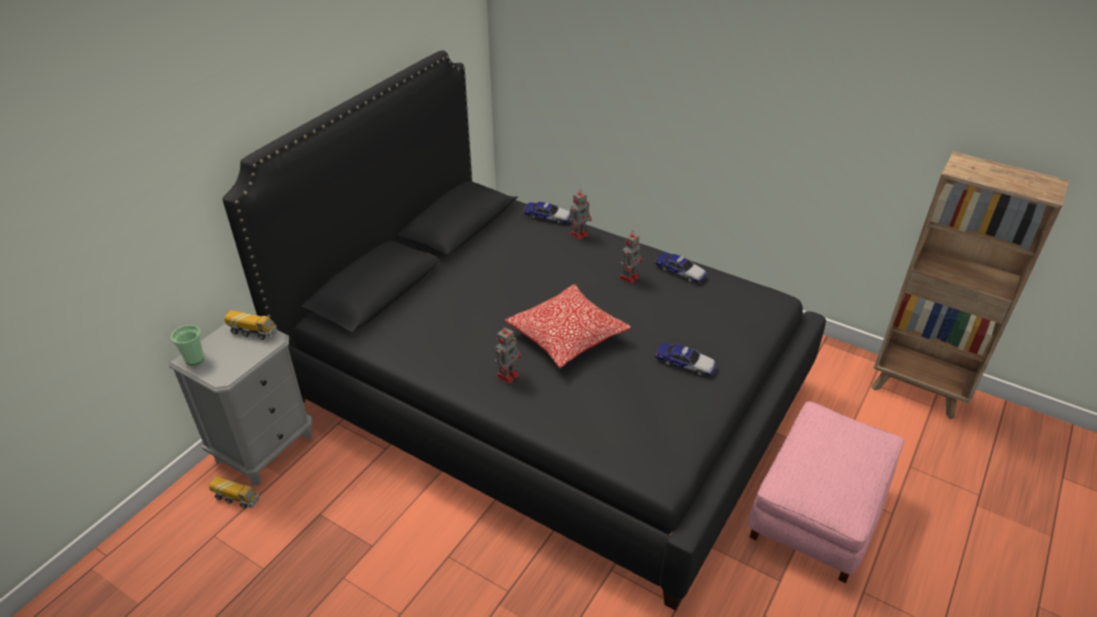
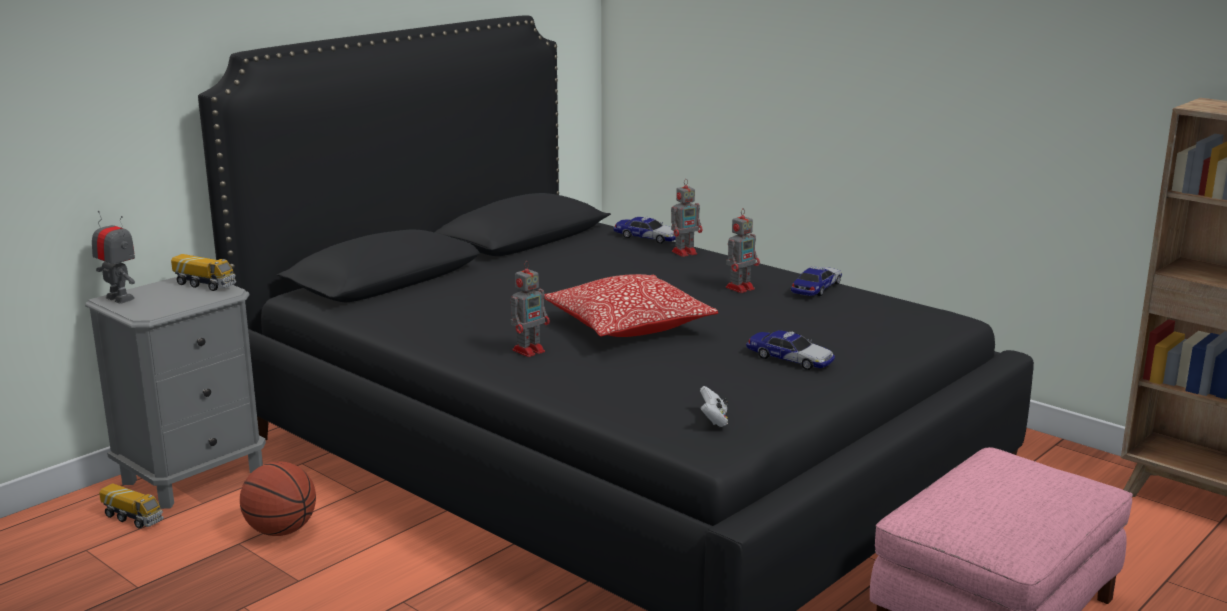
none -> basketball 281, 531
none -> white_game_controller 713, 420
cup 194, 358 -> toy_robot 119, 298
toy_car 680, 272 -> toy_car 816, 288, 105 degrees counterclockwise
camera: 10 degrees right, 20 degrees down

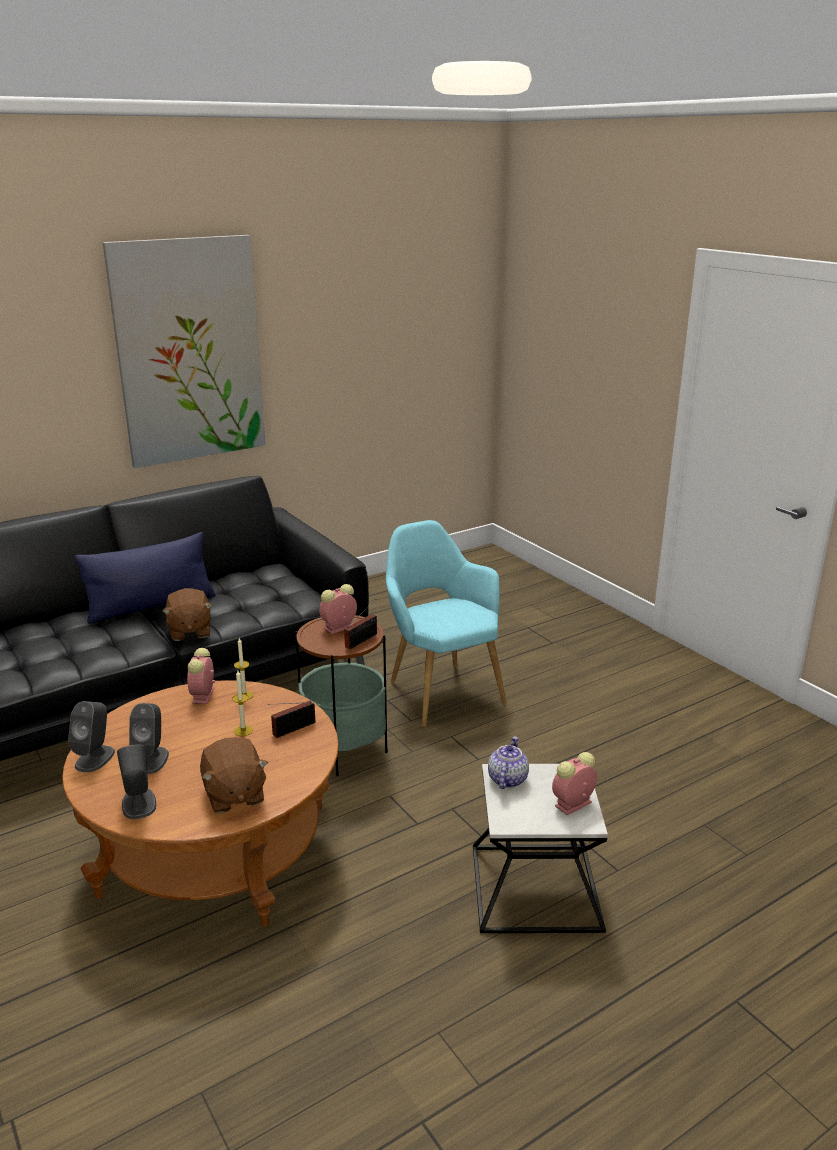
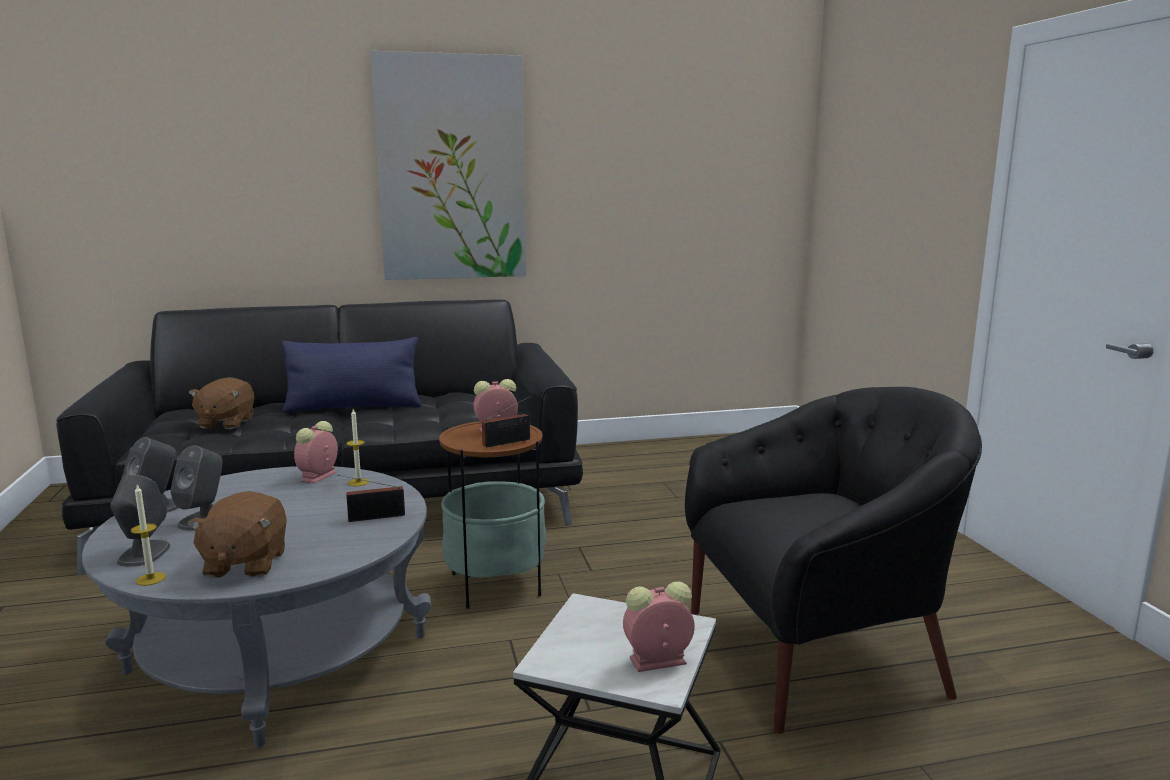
turquoise_armchair 440, 690 -> none
teapot 507, 779 -> none
none -> black_armchair 816, 652
brown_plush_toy 189, 631 -> brown_plush_toy 225, 423, move
candle 243, 731 -> candle 151, 579, move
brown_coffee_table 215, 850 -> grey_coffee_table 280, 654
camera: 20 degrees right, 10 degrees down

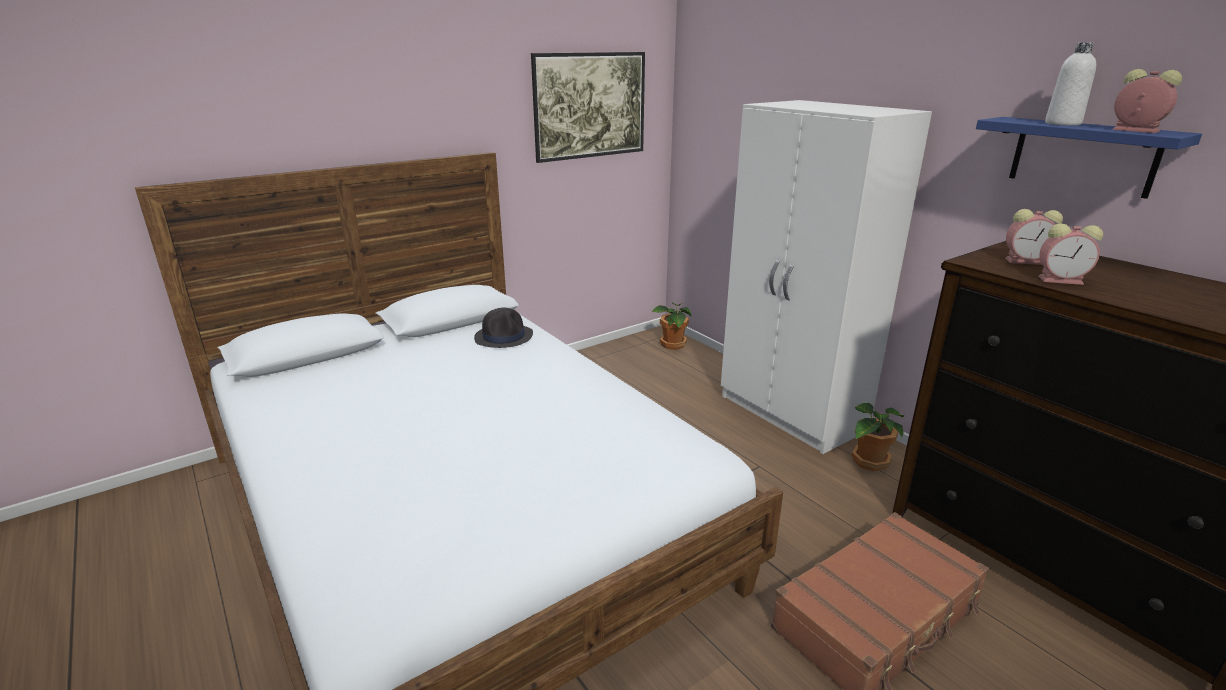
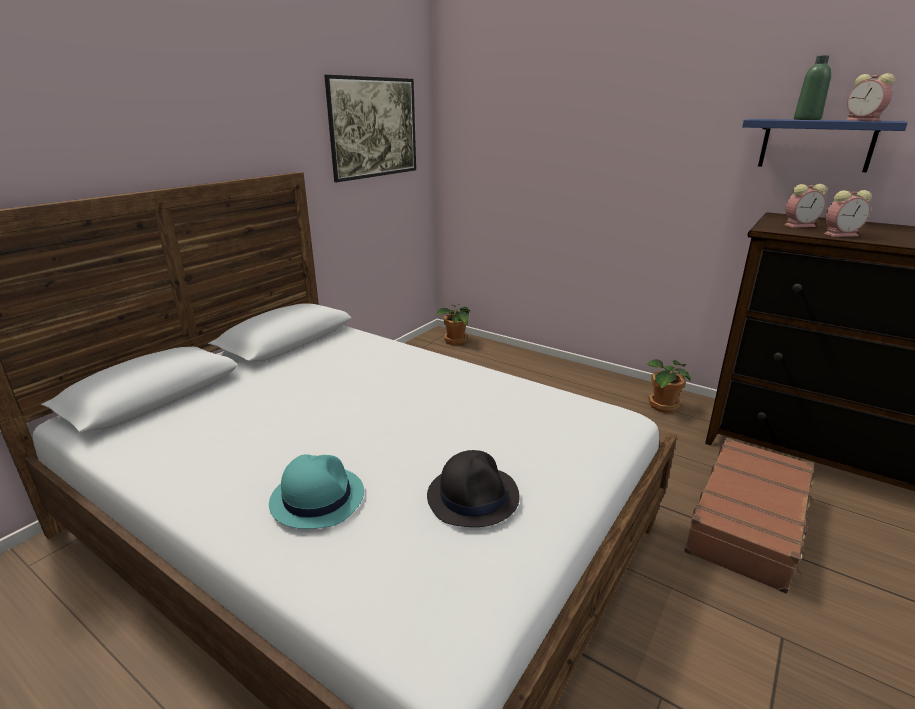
white_wardrobe 792, 414 -> none
none -> turquoise_hat 317, 497
black_hat 504, 337 -> black_hat 473, 496, move
white_bottle 1062, 123 -> green_bottle 807, 119
alarm_clock 1133, 130 -> alarm_clock 864, 120, 150 degrees counterclockwise
camera: 20 degrees left, 0 degrees up

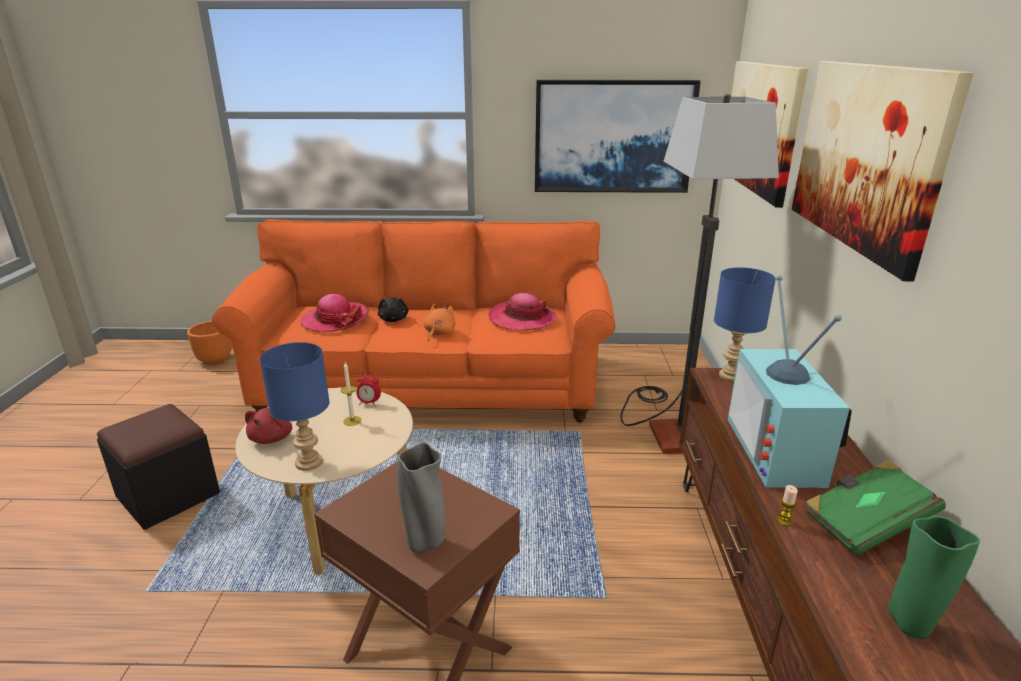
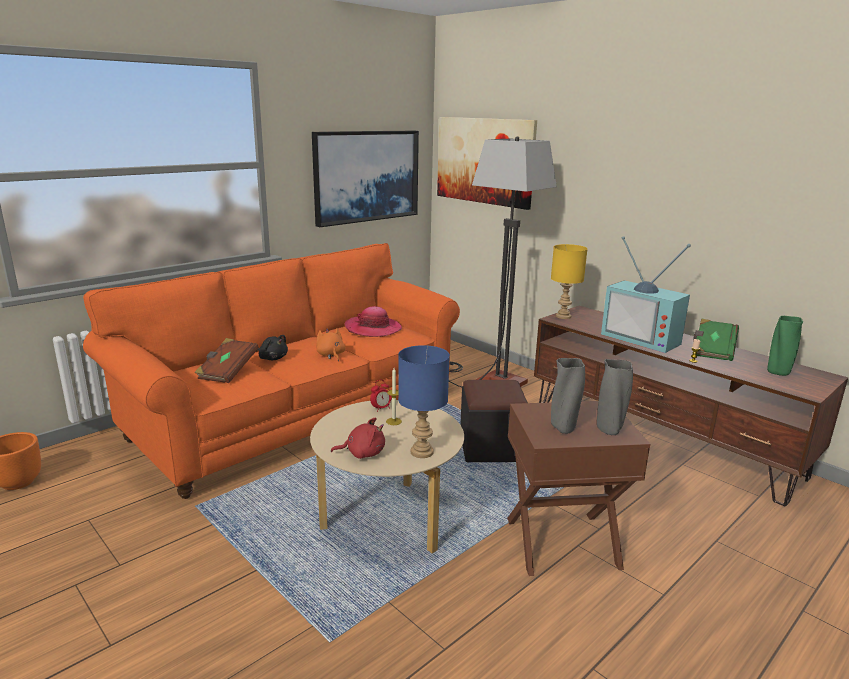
picture 866, 157 -> none
none -> grey_vase 563, 428
black_ottoman 168, 495 -> black_ottoman 491, 447, move
hat 335, 319 -> brown_book 227, 371
blue_table_lamp 731, 376 -> yellow_table_lamp 563, 316
red_plush_toy 272, 438 -> red_plush_toy 362, 453, 60 degrees counterclockwise
camera: 45 degrees left, 5 degrees down

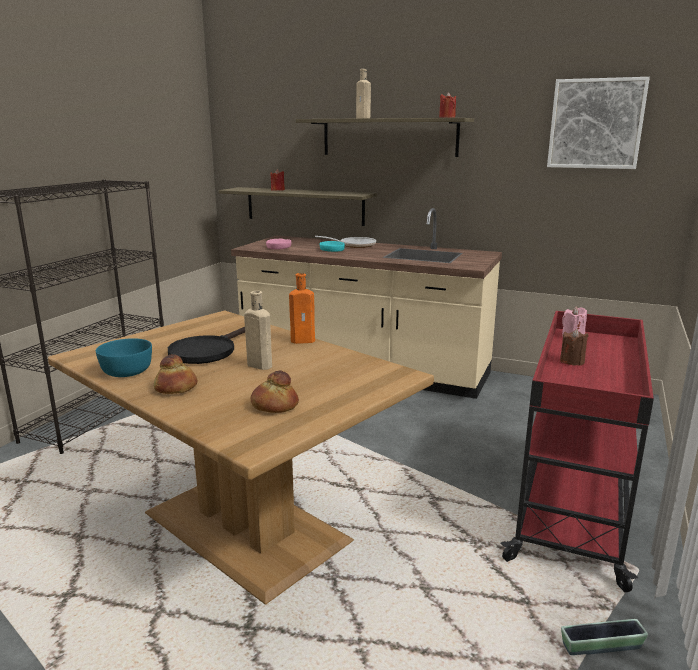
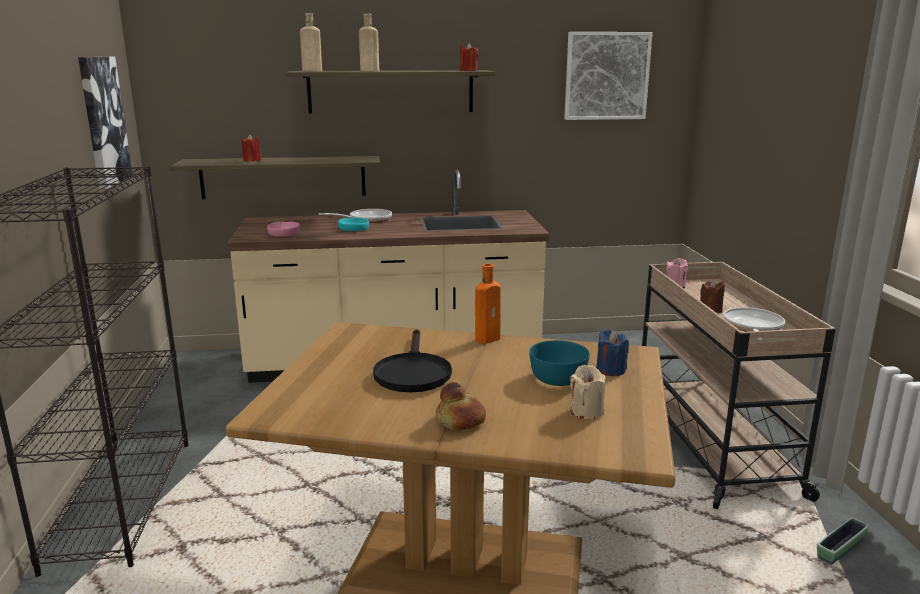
none -> picture 103, 121
none -> blue_candle 610, 370
none -> frying_pan 752, 327
turquoise_bowl 128, 371 -> turquoise_bowl 558, 378, move
beige_bottle 258, 365 -> beige_bottle 310, 71, move
bread 274, 405 -> beige_candle 586, 411
red_cart 572, 503 -> beige_cart 709, 442
camera: 30 degrees left, 0 degrees up

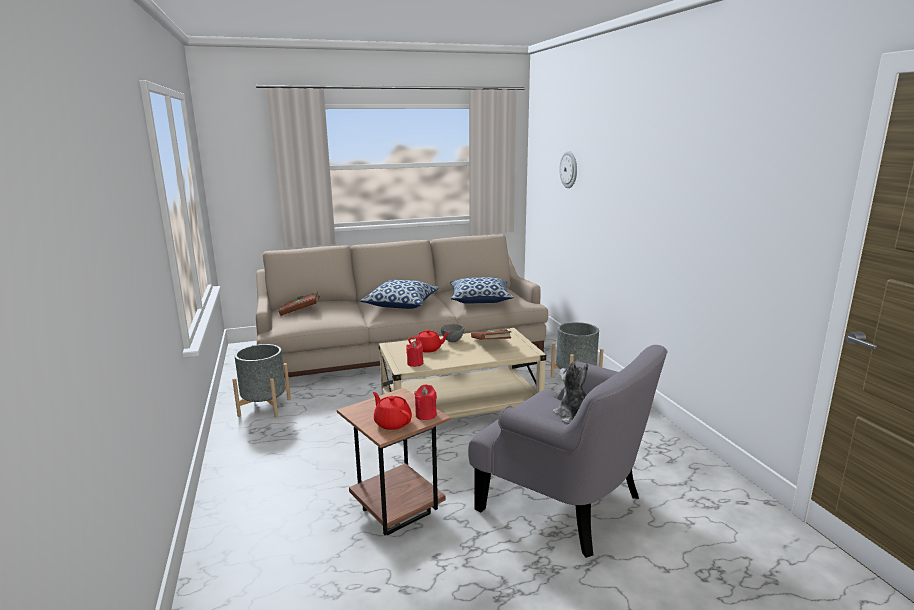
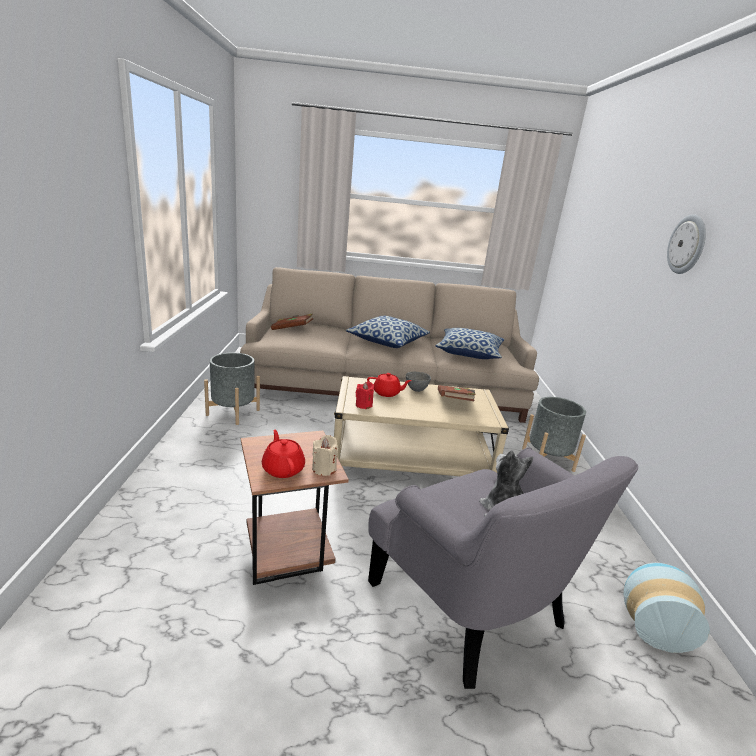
none -> vase 652, 625
wall_clock 569, 169 -> wall_clock 687, 244, move
red_candle 426, 415 -> beige_candle 324, 469
camera: 15 degrees right, 5 degrees up

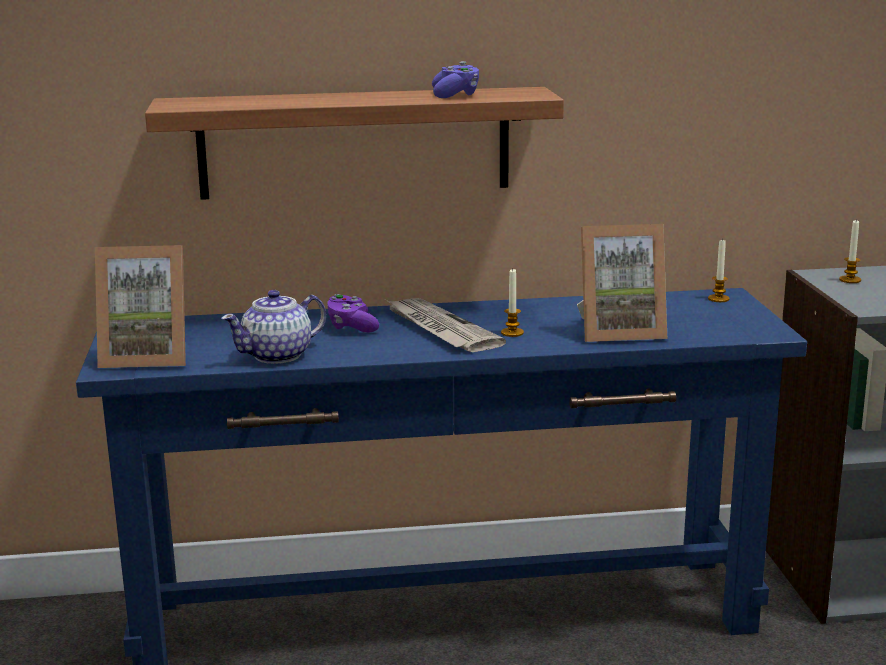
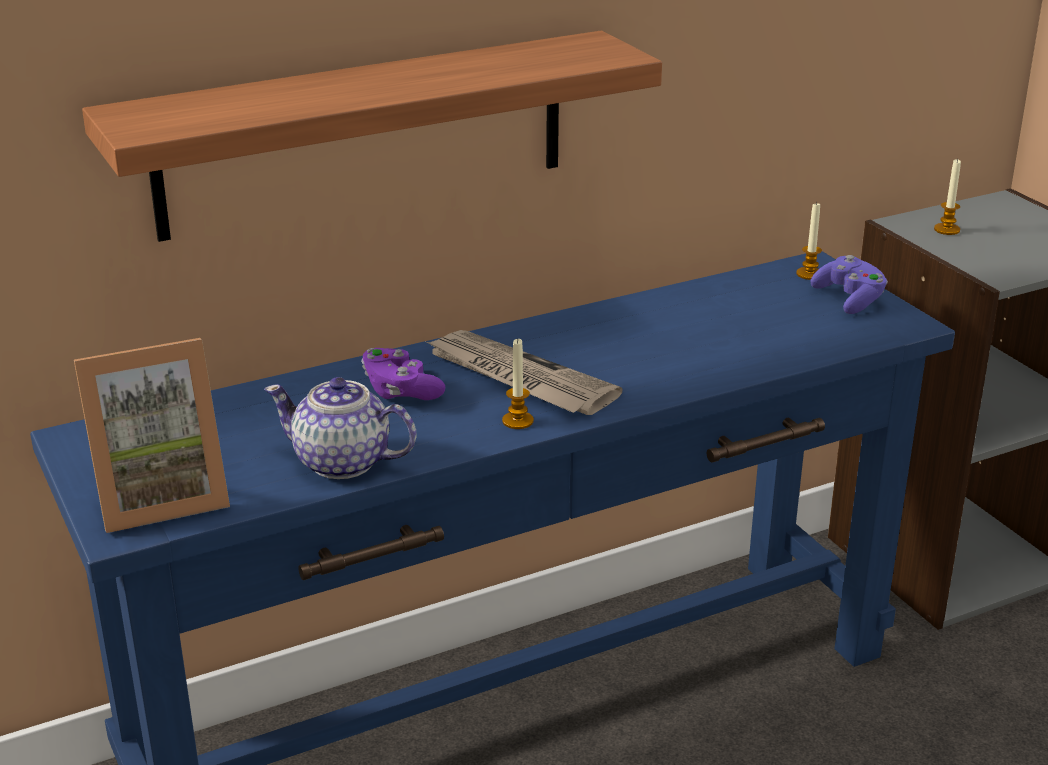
picture_frame 619, 331 -> none
purple_game_controller 455, 95 -> purple_game_controller 849, 299, move
candle 512, 333 -> candle 517, 421, move
teapot 278, 355 -> teapot 343, 462, 75 degrees clockwise
camera: 20 degrees left, 10 degrees up

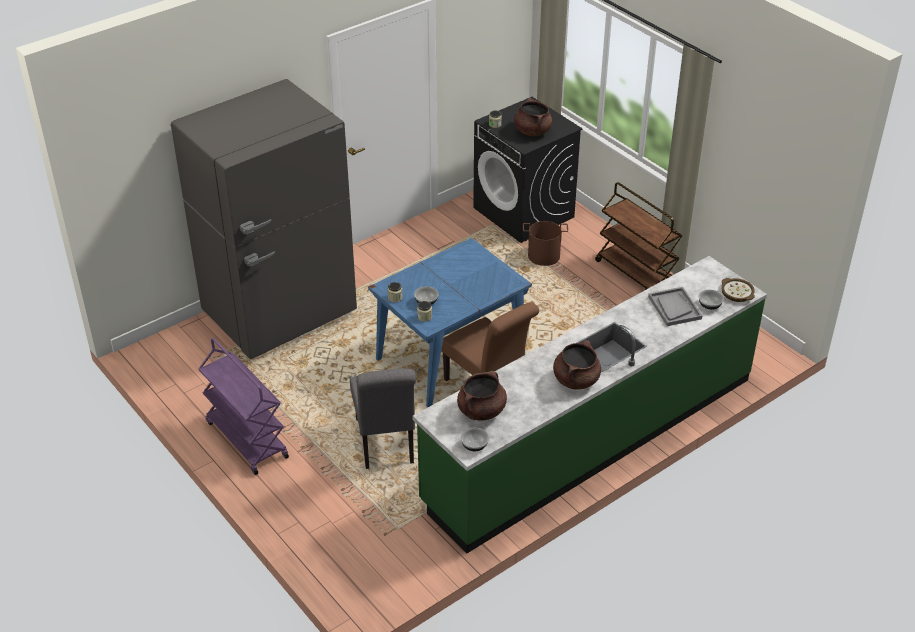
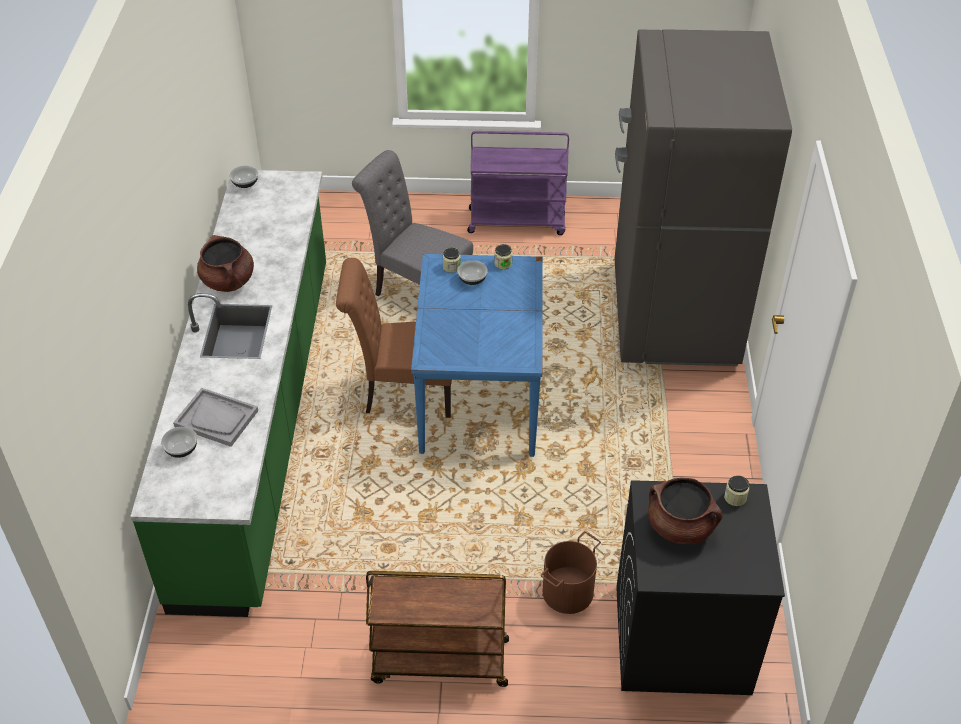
brown_cooking_pot 481, 411 -> none
bowl 736, 293 -> none
camera: 130 degrees right, 5 degrees up

